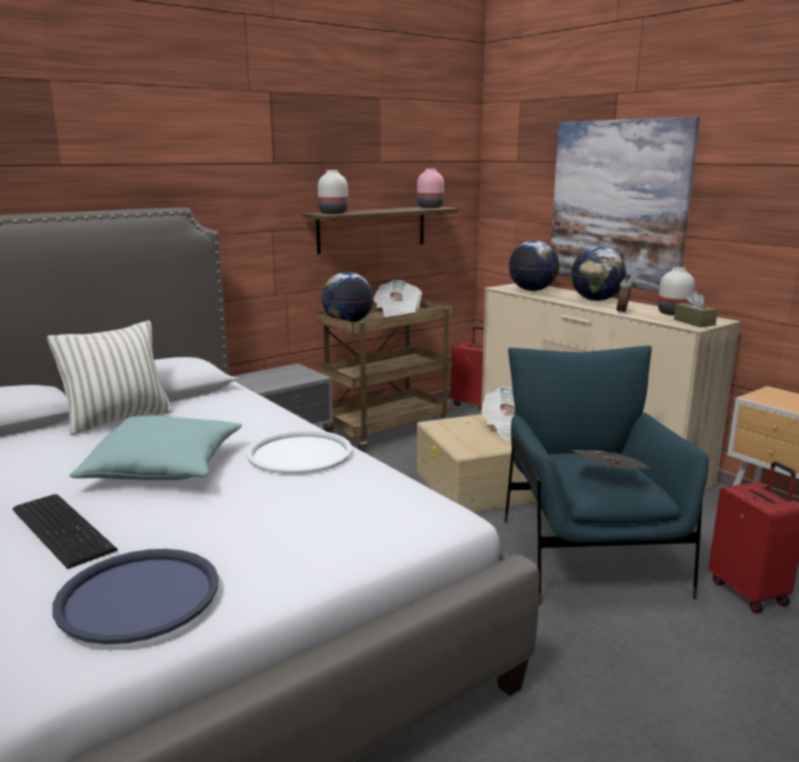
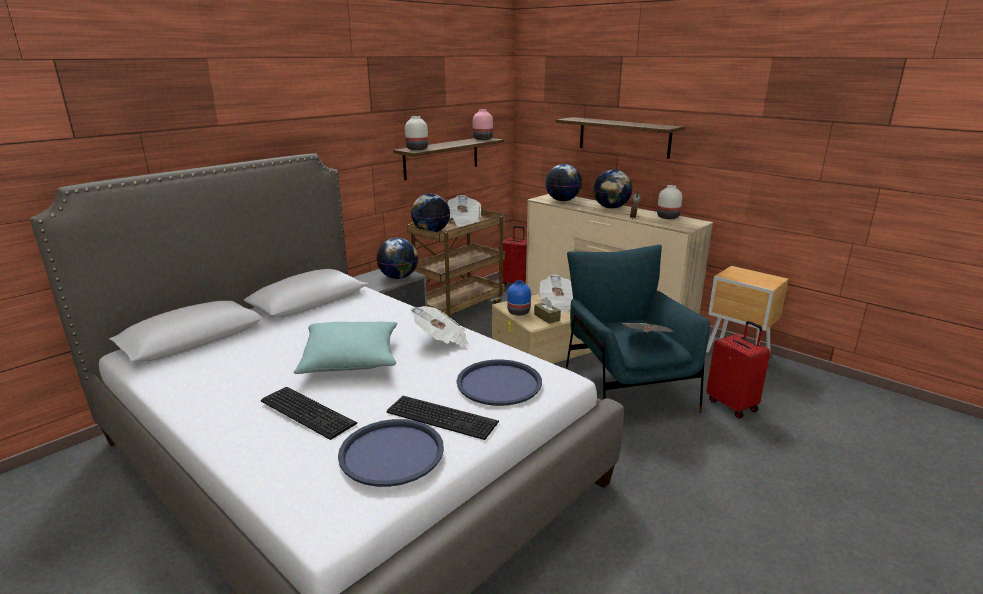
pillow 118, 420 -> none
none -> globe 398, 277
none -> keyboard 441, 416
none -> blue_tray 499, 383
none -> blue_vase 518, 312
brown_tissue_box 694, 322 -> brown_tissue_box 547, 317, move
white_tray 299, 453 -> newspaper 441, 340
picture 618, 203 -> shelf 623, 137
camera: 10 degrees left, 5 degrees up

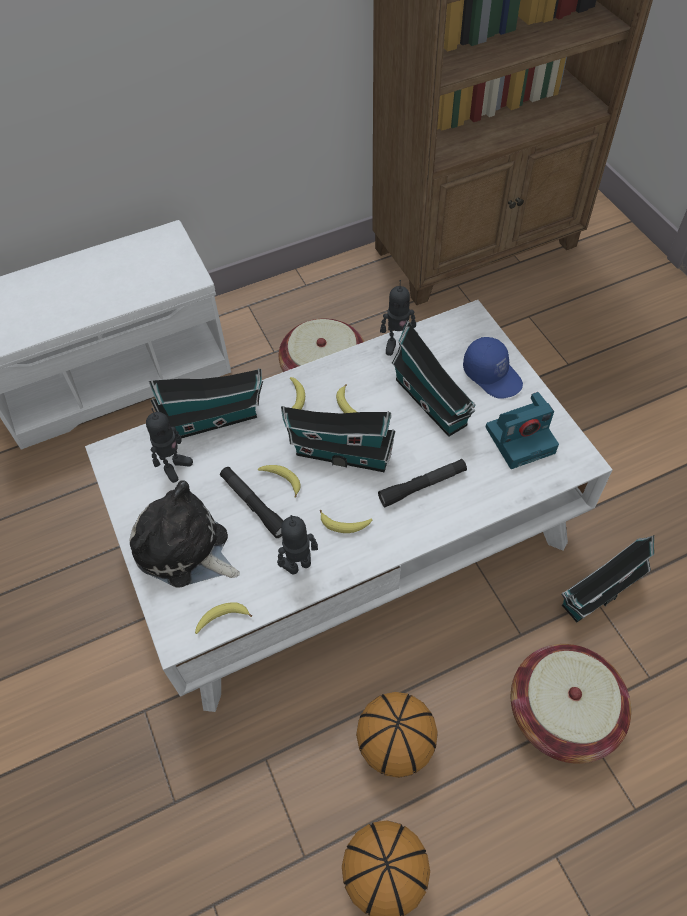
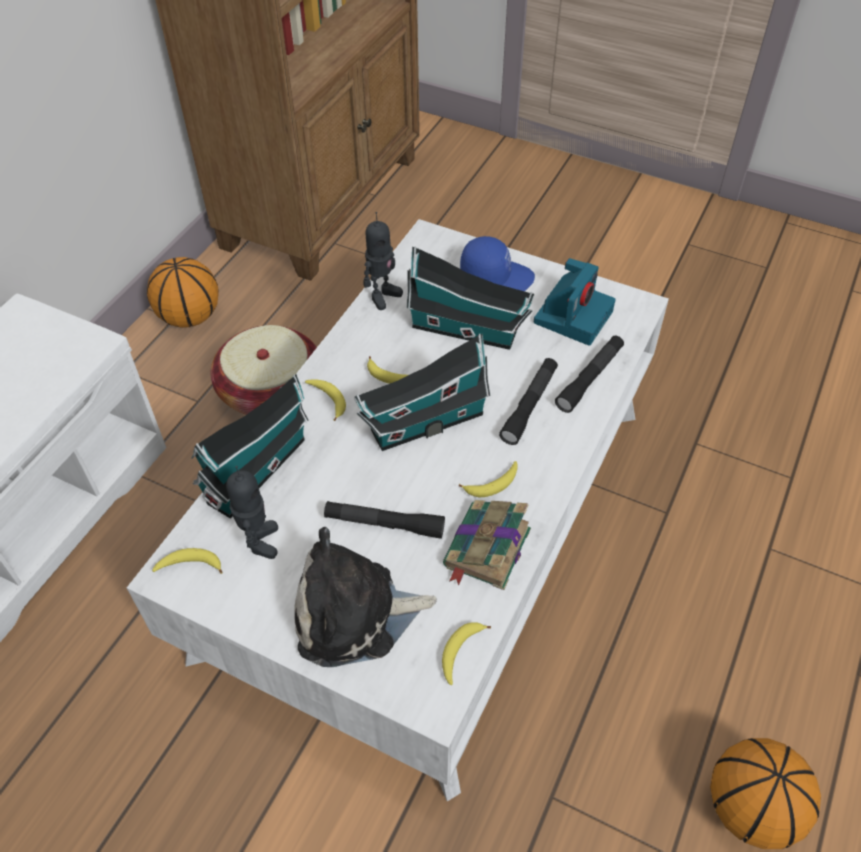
basket 562, 712 -> none
toy_house 597, 594 -> none
none -> black_flashlight 590, 378
banana 282, 480 -> banana 190, 565, move
basketball 396, 743 -> basketball 190, 316, move
toy_robot 299, 565 -> book 486, 550
camera: 40 degrees left, 5 degrees down

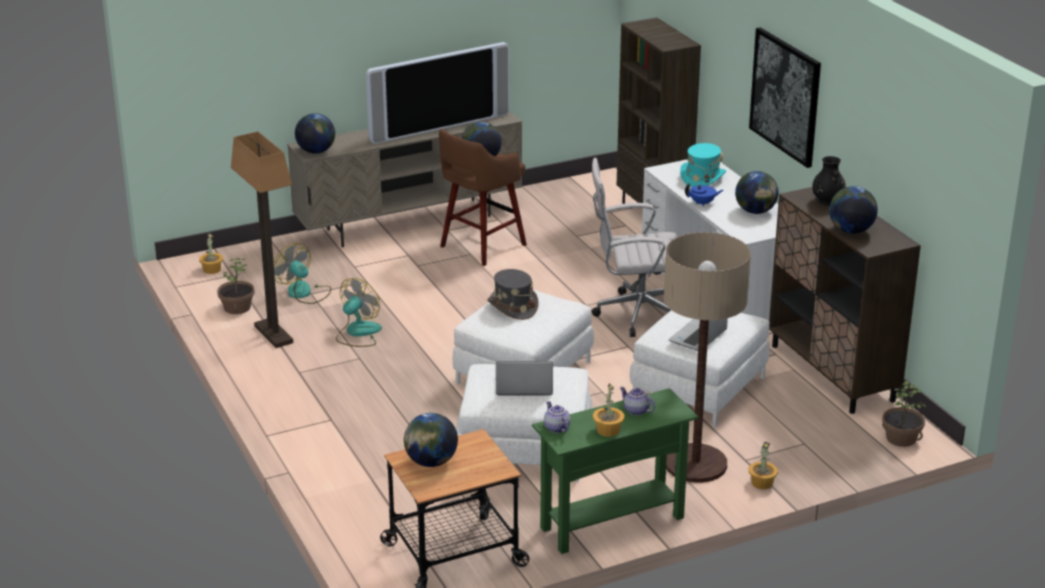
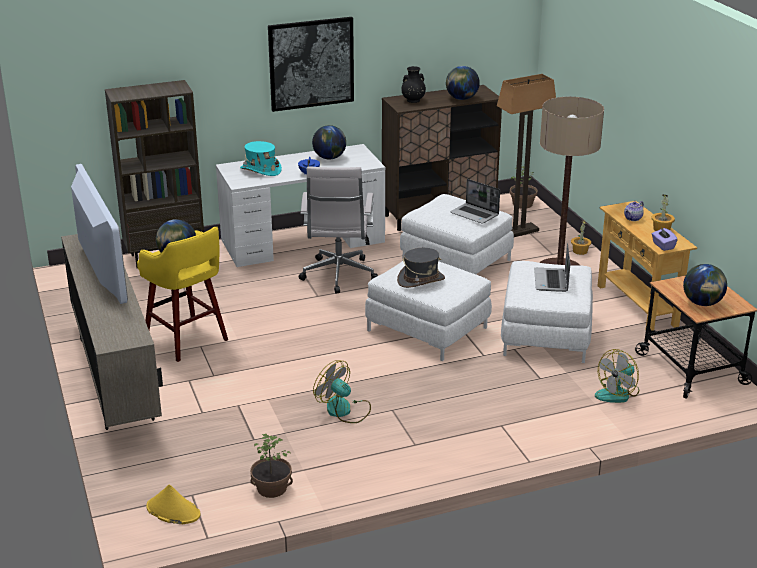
globe 316, 151 -> none
floor_lamp 273, 334 -> floor_lamp 518, 232, move
fan 304, 293 -> fan 617, 393, move
potted_plant 211, 269 -> yellow_hat 173, 511
teapot 556, 428 -> purple_tissue_box 663, 246
brown_stool 481, 246 -> yellow_stool 187, 340
green_console_table 612, 523 -> beige_console_table 637, 305
camera: 85 degrees left, 0 degrees up

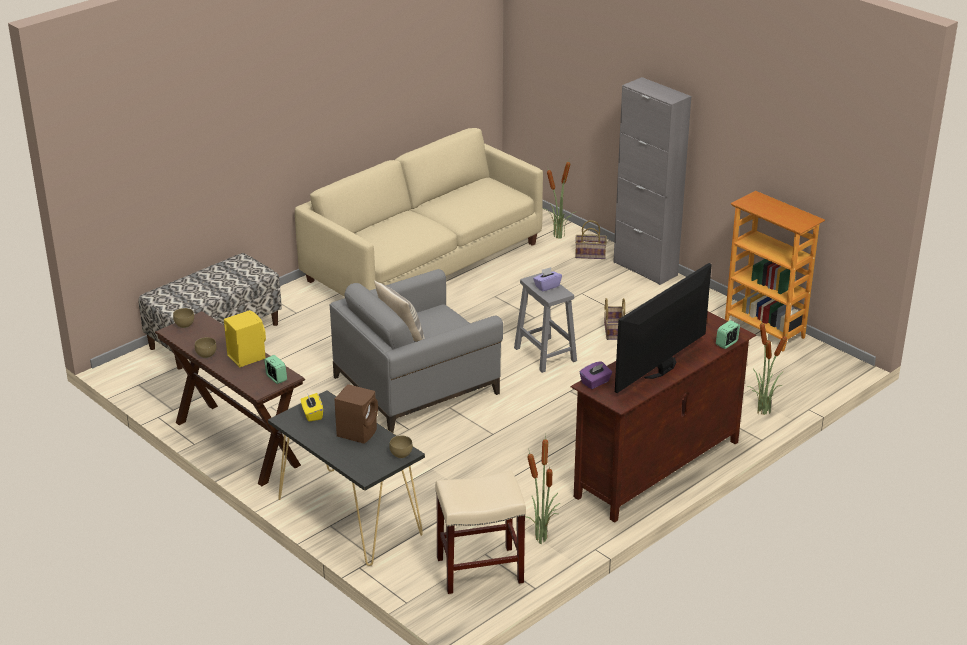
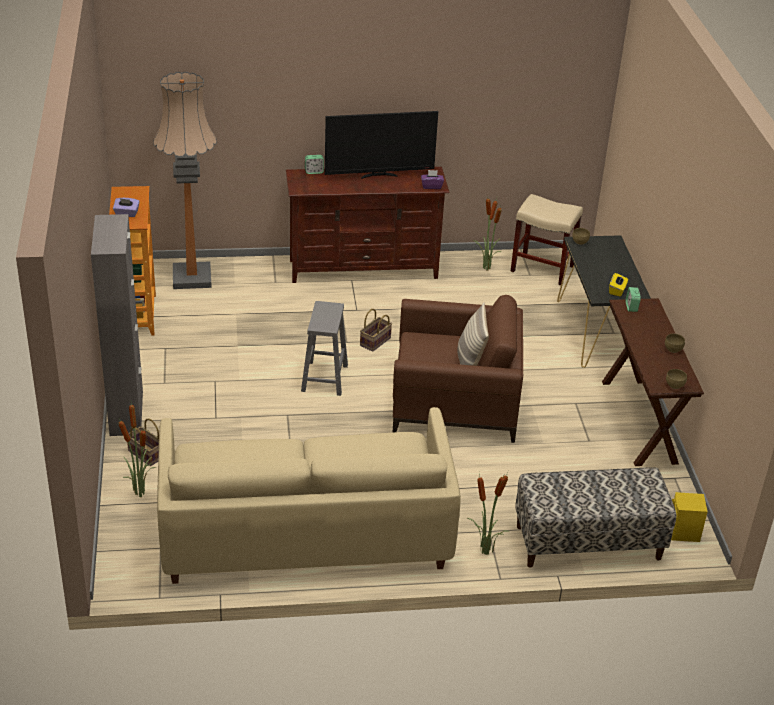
brown_speaker 358, 432 -> none
none -> floor_lamp 191, 277
yellow_speaker 246, 356 -> yellow_speaker 683, 533, move
purple_tissue_box 547, 286 -> purple_tissue_box 126, 214, move
basket 613, 330 -> basket 375, 342, move
potted_plant 762, 411 -> potted_plant 485, 551, move
grey_armchair 416, 385 -> brown_armchair 454, 402
camera: 145 degrees left, 5 degrees up

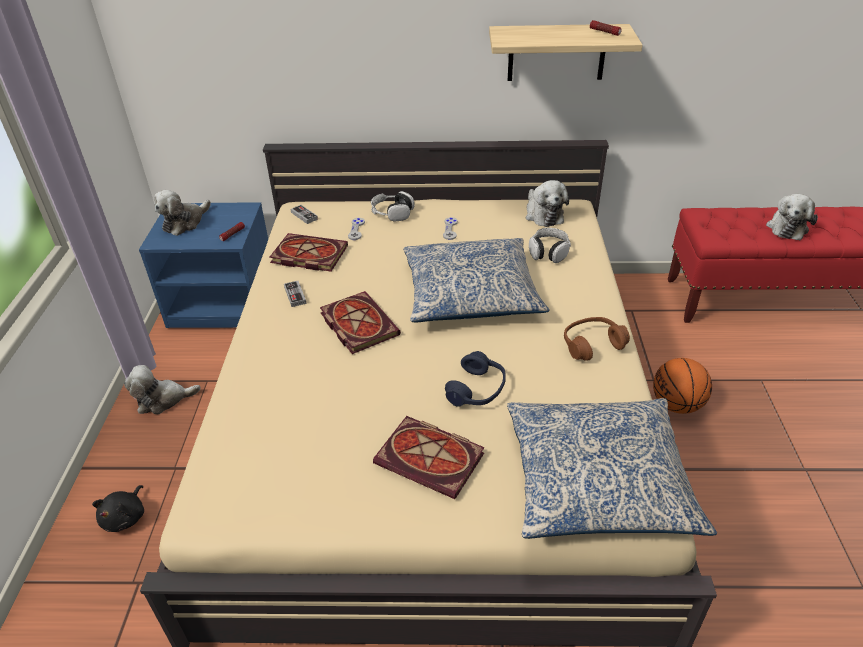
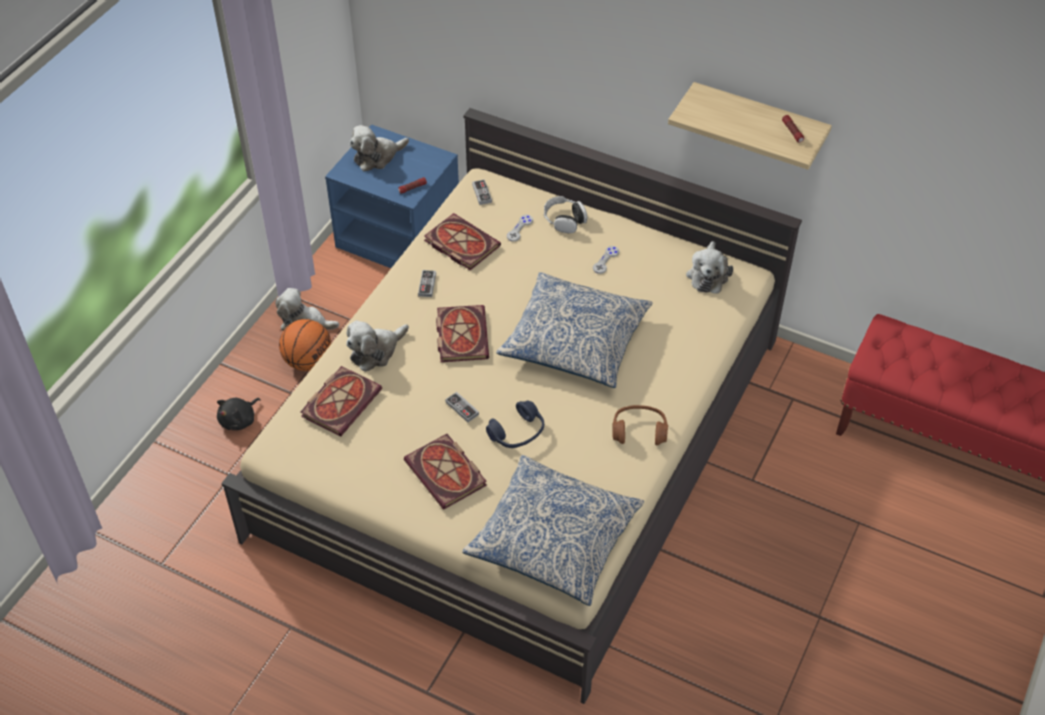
headphones 548, 252 -> none
none -> book 341, 401
none -> game_controller 462, 408
basketball 676, 404 -> basketball 308, 361, move
plush_toy 787, 227 -> plush_toy 376, 351, move
camera: 25 degrees right, 10 degrees up

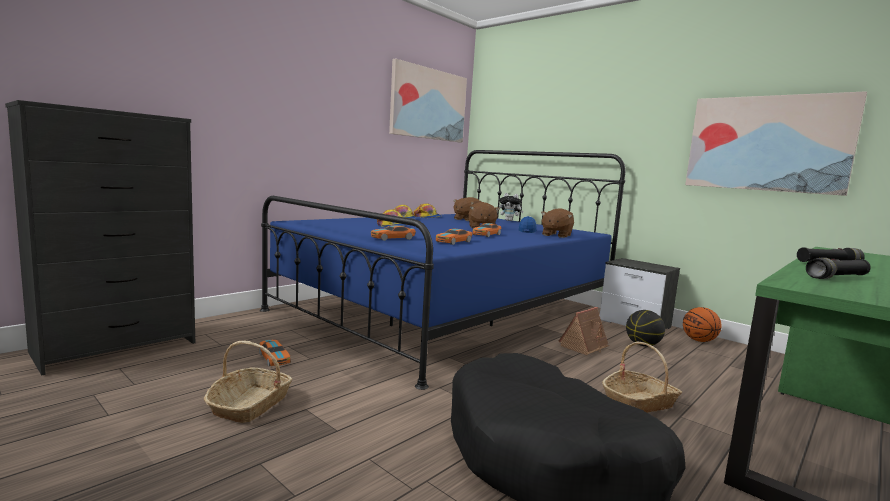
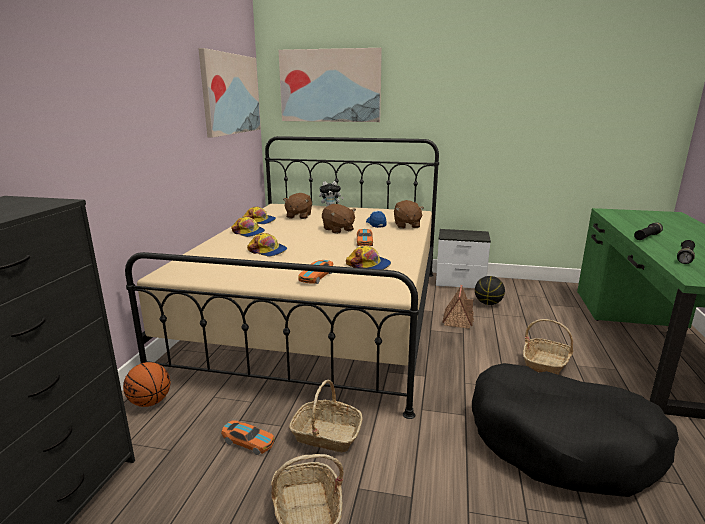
none -> basket 326, 435
basketball 699, 340 -> basketball 150, 402, move
picture 767, 143 -> picture 330, 86, move
toy_car 453, 242 -> cap 369, 265
blue_bed 446, 311 -> beige_bed 320, 316
camera: 30 degrees left, 10 degrees up

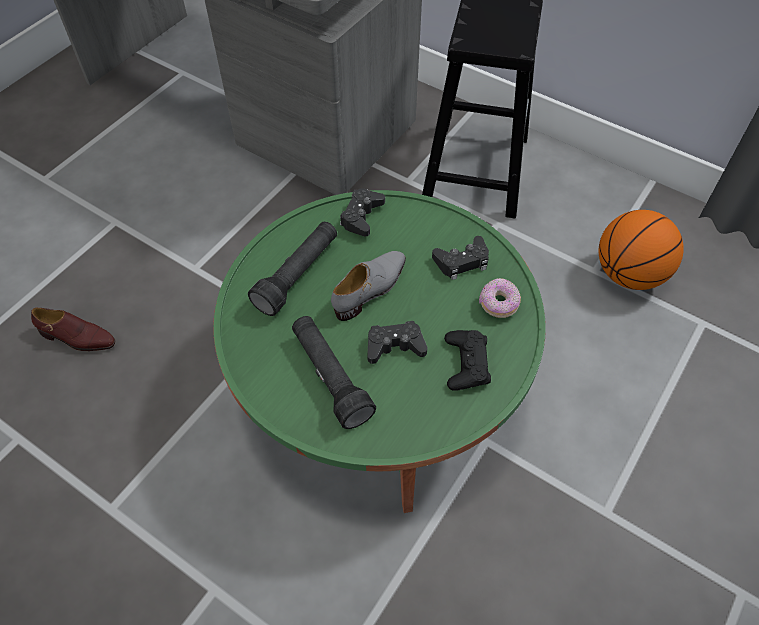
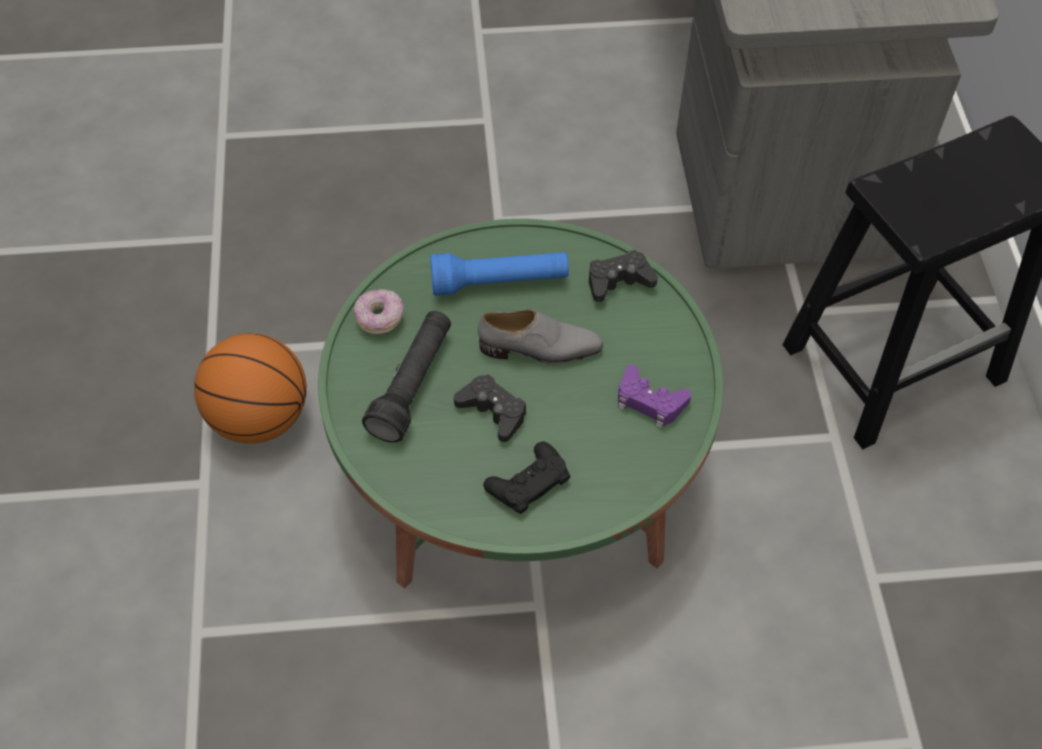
brown_shoe 77, 338 -> none
donut 498, 304 -> donut 379, 318, move
basketball 628, 274 -> basketball 259, 418, move
black_flashlight 298, 275 -> blue_flashlight 499, 282
black_game_controller 462, 262 -> purple_game_controller 649, 401
camera: 50 degrees right, 0 degrees up

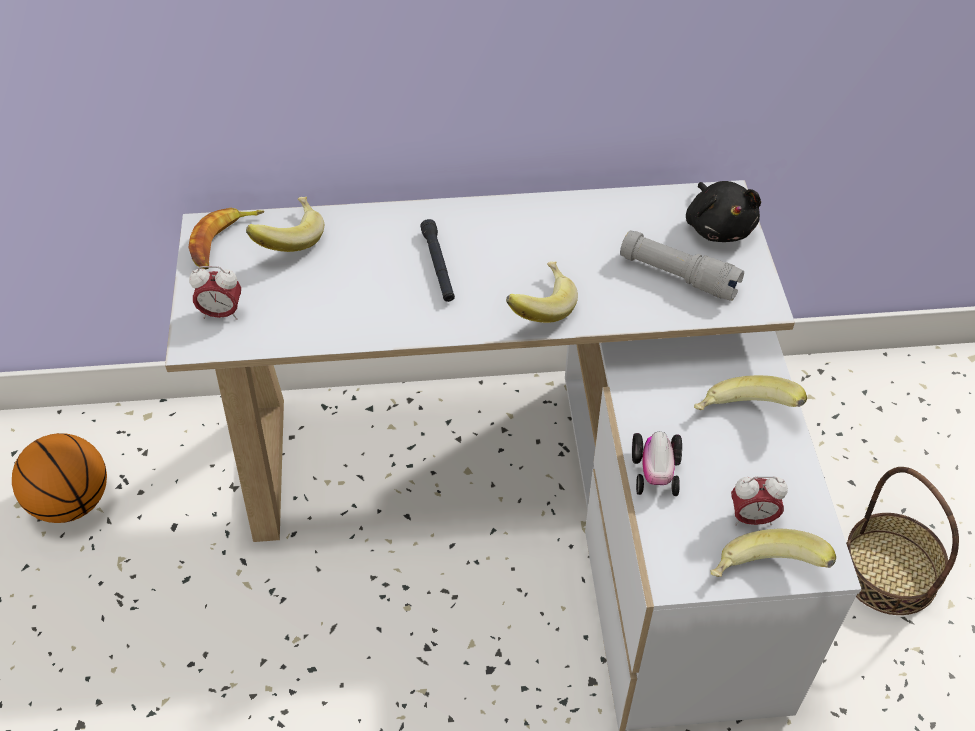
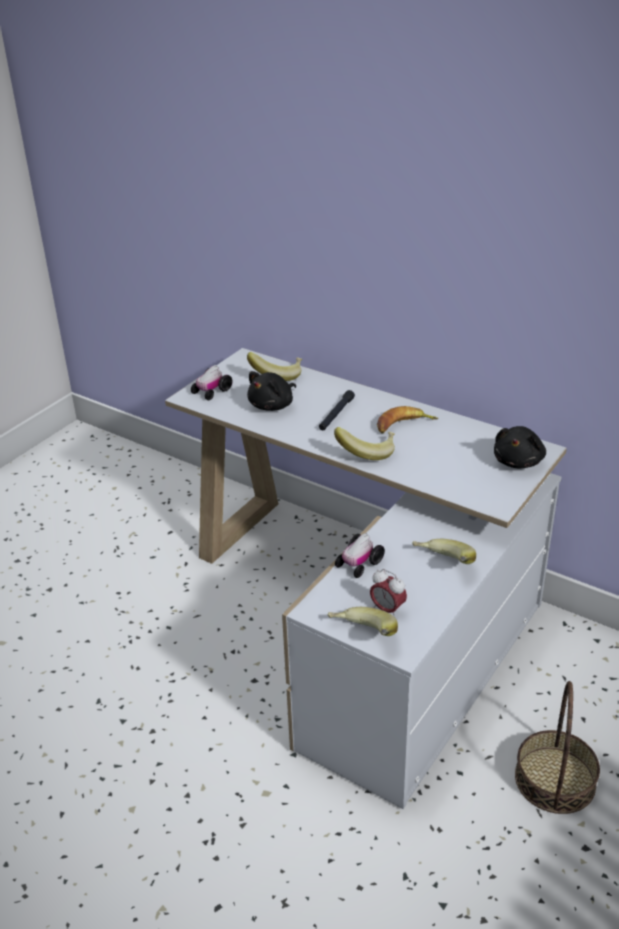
basketball 72, 503 -> none
grey_flashlight 678, 276 -> none
none -> black_plush_toy 273, 405
banana 224, 241 -> banana 403, 425, move
alarm_clock 221, 313 -> toy_car 211, 391
camera: 40 degrees right, 15 degrees down

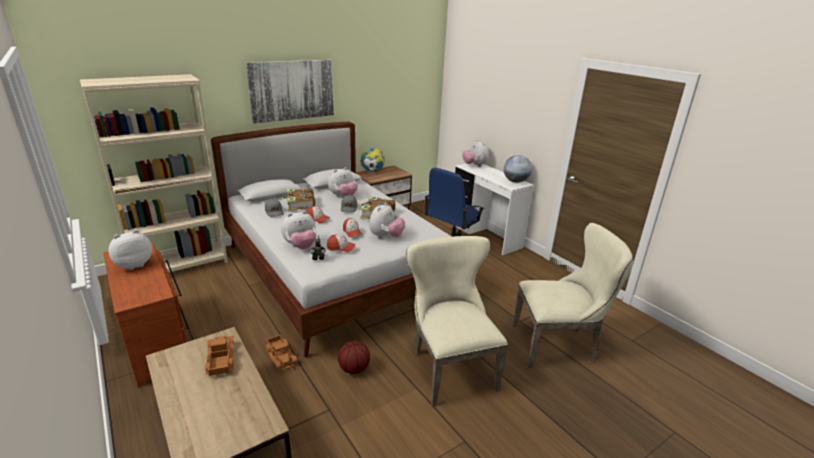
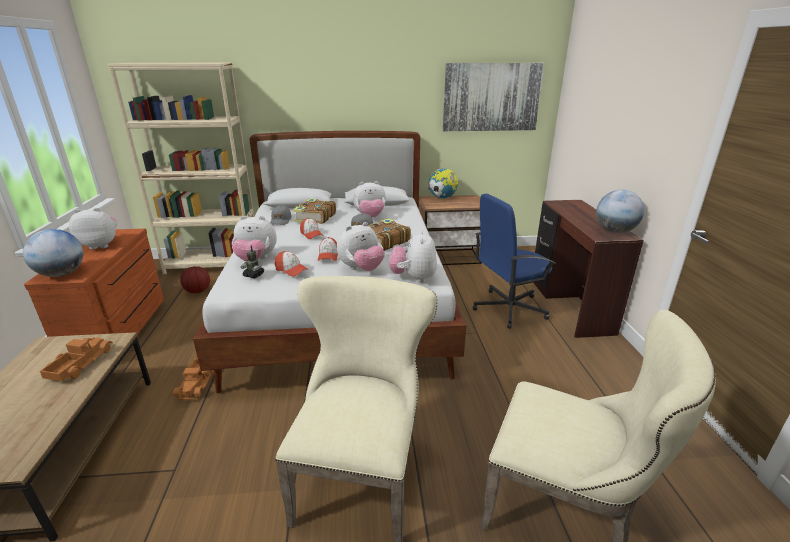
none -> globe 62, 274
picture 292, 90 -> picture 491, 97, move
basketball 354, 369 -> basketball 198, 291, move
plush_toy 474, 165 -> plush_toy 413, 278, move
white_desk 485, 236 -> brown_desk 568, 306
camera: 30 degrees right, 0 degrees up

